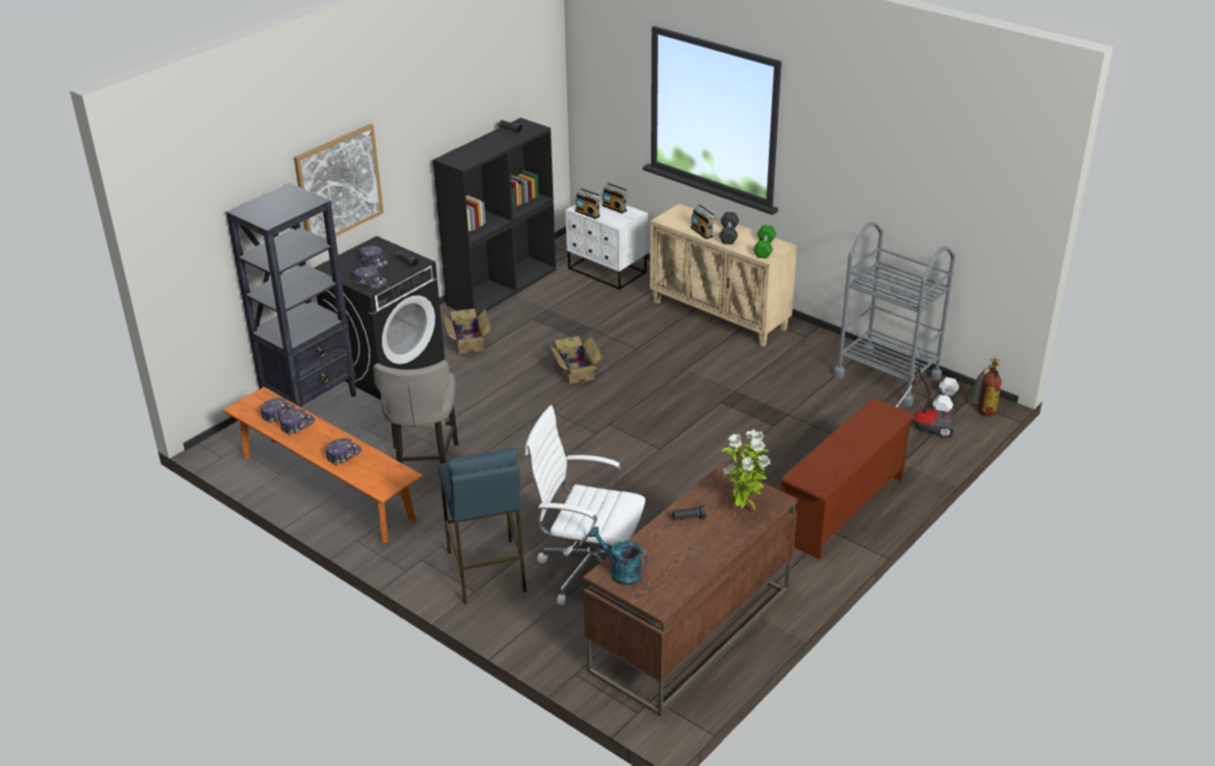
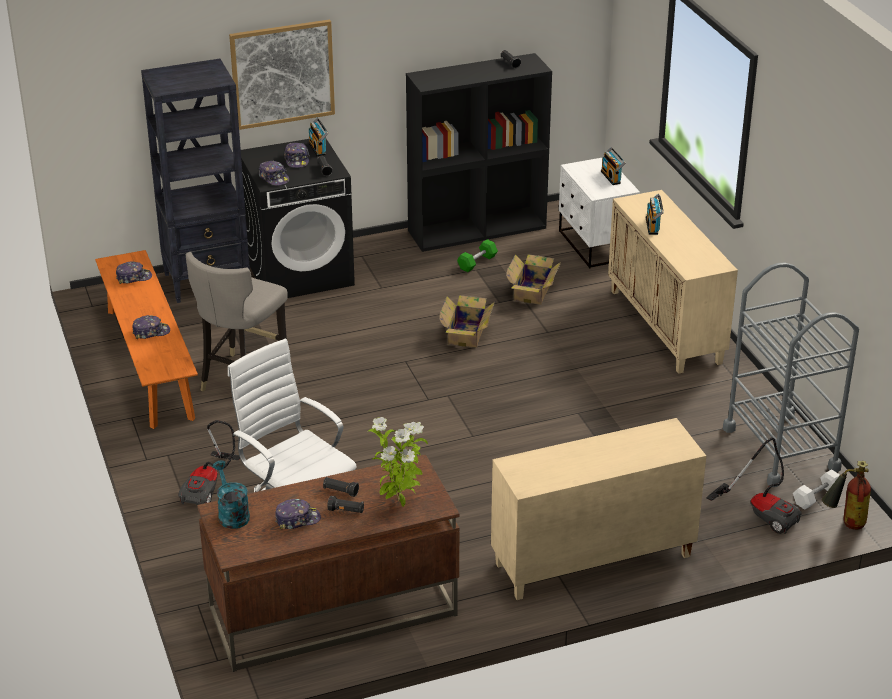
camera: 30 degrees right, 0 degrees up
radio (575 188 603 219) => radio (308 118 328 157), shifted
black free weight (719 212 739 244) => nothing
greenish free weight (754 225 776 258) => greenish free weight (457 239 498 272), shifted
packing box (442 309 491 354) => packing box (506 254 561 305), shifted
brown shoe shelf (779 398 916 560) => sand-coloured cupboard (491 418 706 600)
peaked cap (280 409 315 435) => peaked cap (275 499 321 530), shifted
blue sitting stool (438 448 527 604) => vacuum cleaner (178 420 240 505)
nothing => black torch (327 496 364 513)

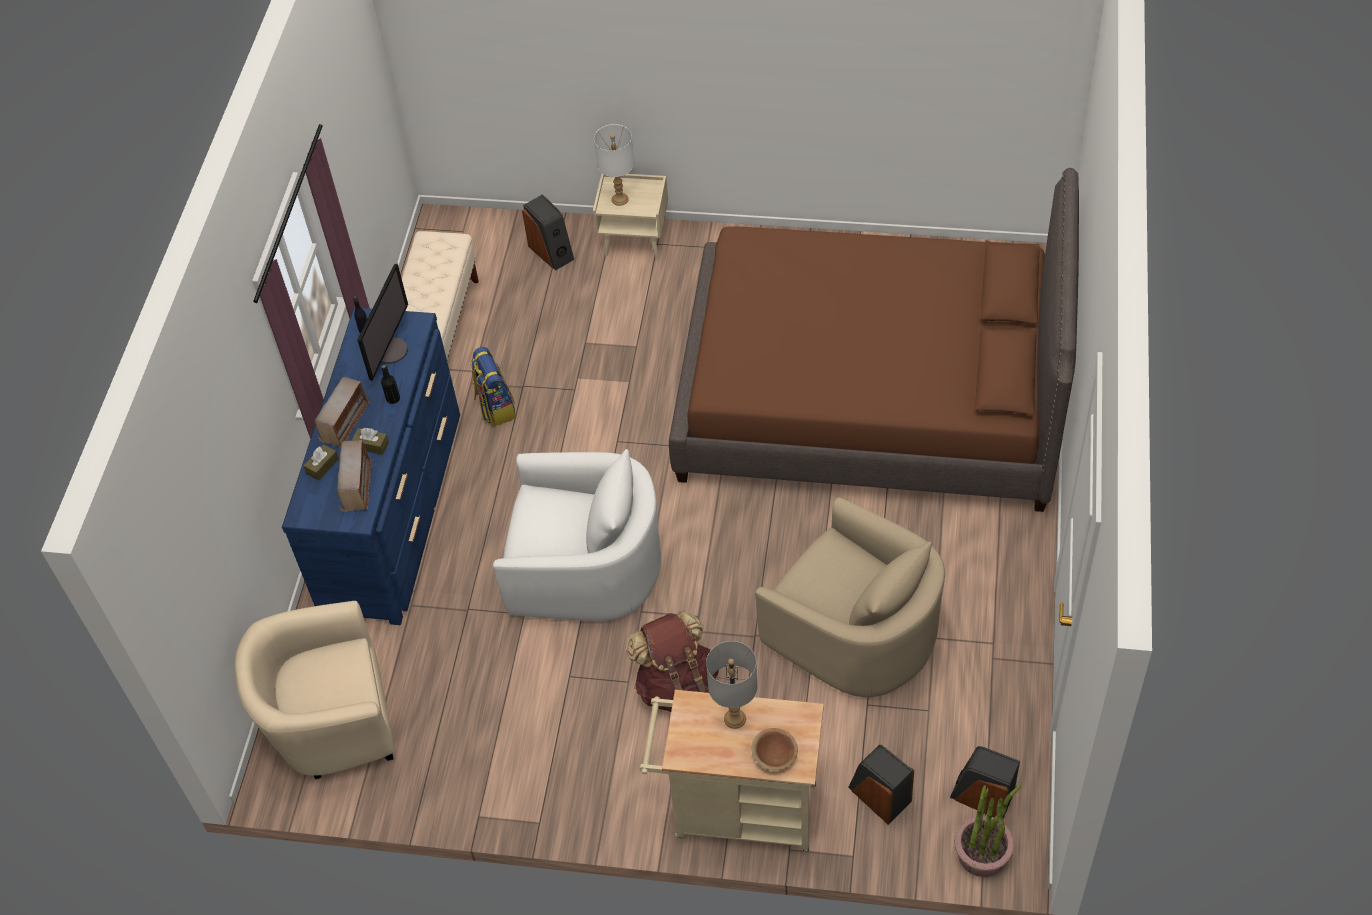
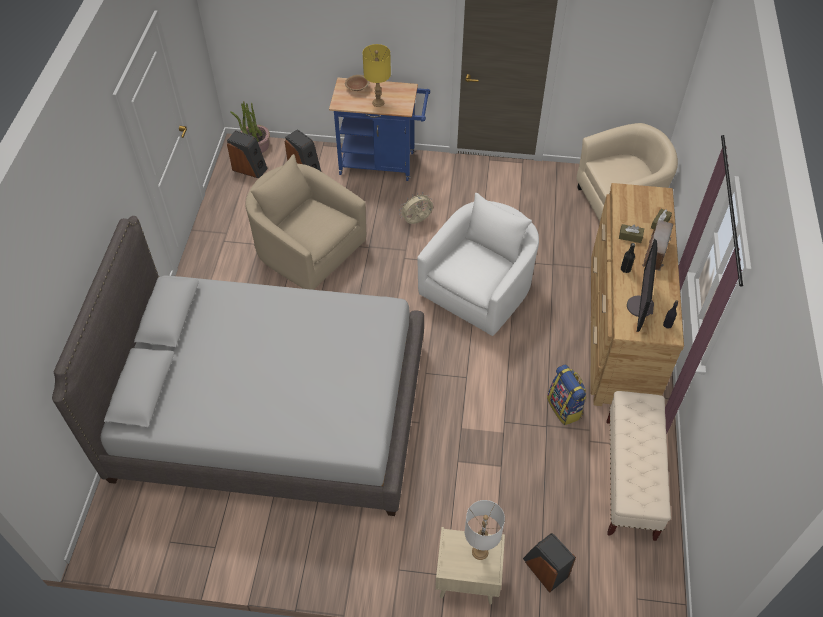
camera: 175 degrees right, 0 degrees up
brown bedroom bed (669 168 1079 512) => greyish bedroom bed (52 216 424 516)
blue chest of drawers (282 307 460 625) => brown chest of drawers (590 183 684 406)
radio (337 439 373 512) => nothing
whitish lounge chair (493 449 661 621) => whitish lounge chair (417 193 539 336), 120 degrees clockwise
brown knapsack (626 610 719 712) => sand-coloured electric fan (399 192 433 224)
greyish lamp for a table (706 641 757 729) => yellow lamp for a table (363 44 391 107)
sand-coloured cart (639 690 824 853) => blue cart (329 78 430 181)

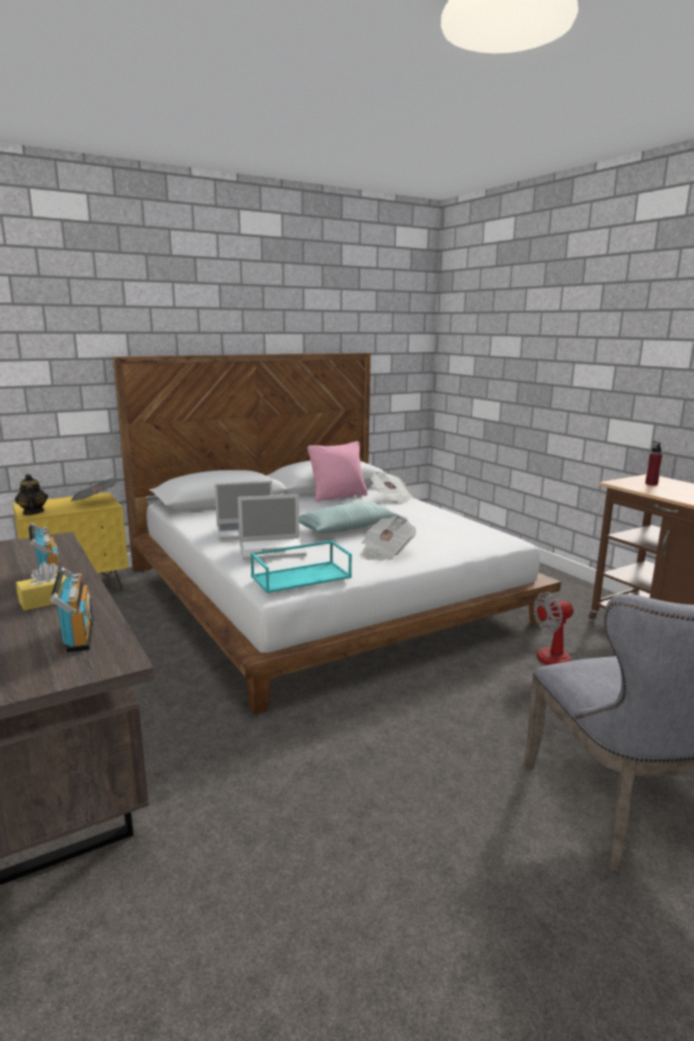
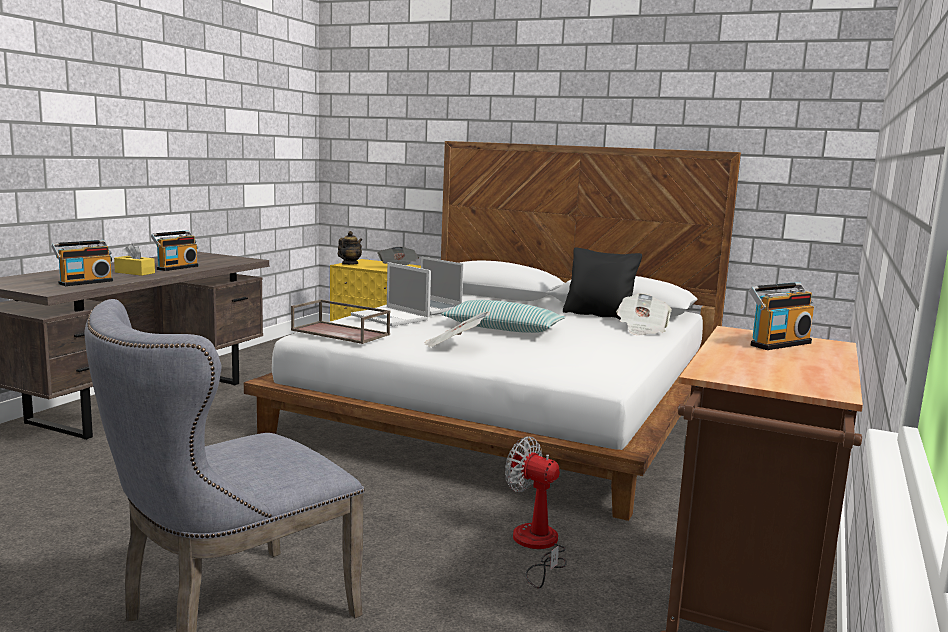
camera: 55 degrees right, 5 degrees down
pink throw pillow (307 441 368 502) => black throw pillow (563 247 642 319)
red-coloured bottle (645 441 662 485) => radio (749 282 814 350)
turquoise-coloured serving tray (250 540 352 593) => brown serving tray (291 299 390 344)

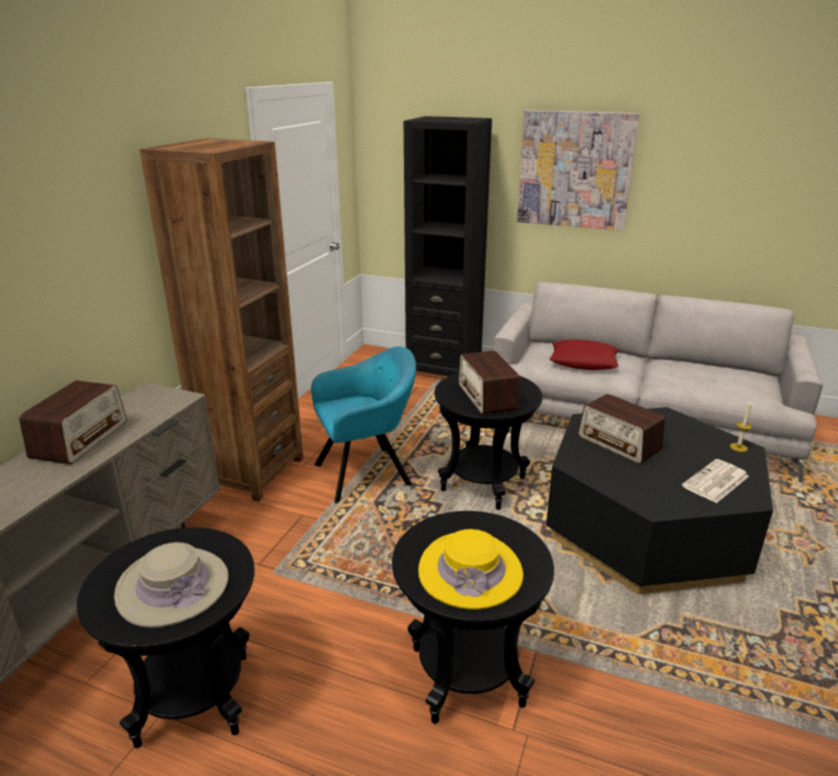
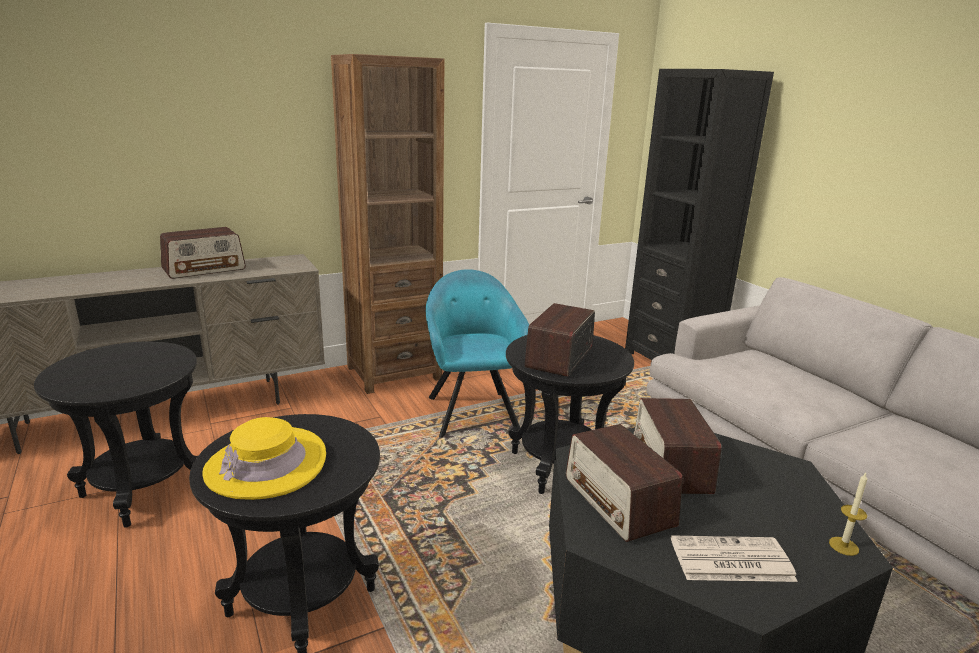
camera: 40 degrees right, 5 degrees down
picture (517 110 640 231) => nothing
red-coloured throw pillow (550 339 619 370) => nothing
turquoise-coloured lounge chair (311 346 416 504) => turquoise-coloured lounge chair (426 269 529 438), 120 degrees counterclockwise
sand-coloured wearable hat (114 542 229 628) => nothing
nothing => radio (566 424 683 542)

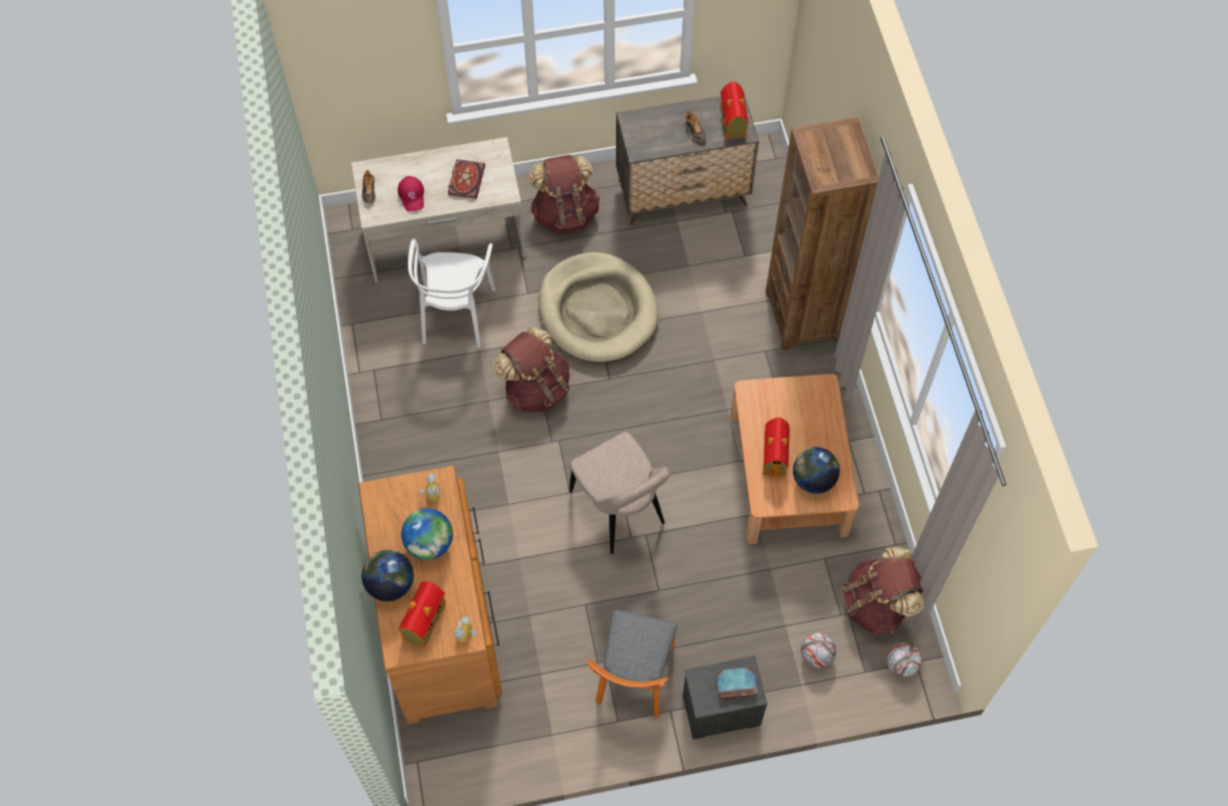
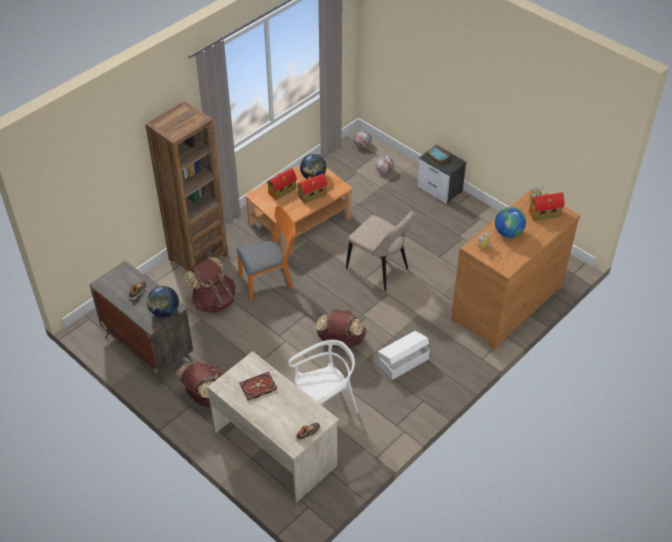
camera: 125 degrees left, 15 degrees down
toy house (721 81 749 139) => toy house (267 168 297 200), shifted
red-coloured peaked cap (398 176 424 212) => nothing
sand-coloured dog bed (539 252 658 362) => nothing
sand-coloured plain chair (569 432 670 554) => sand-coloured plain chair (346 211 415 291), 105 degrees clockwise
brown knapsack (843 547 924 635) => brown knapsack (184 256 235 313), shifted
desk globe (362 549 414 601) => desk globe (147 286 179 318), shifted
orangey plain chair (587 610 677 718) => orangey plain chair (236 205 296 301), shifted
nothing => whitish storage container (378 331 430 380)

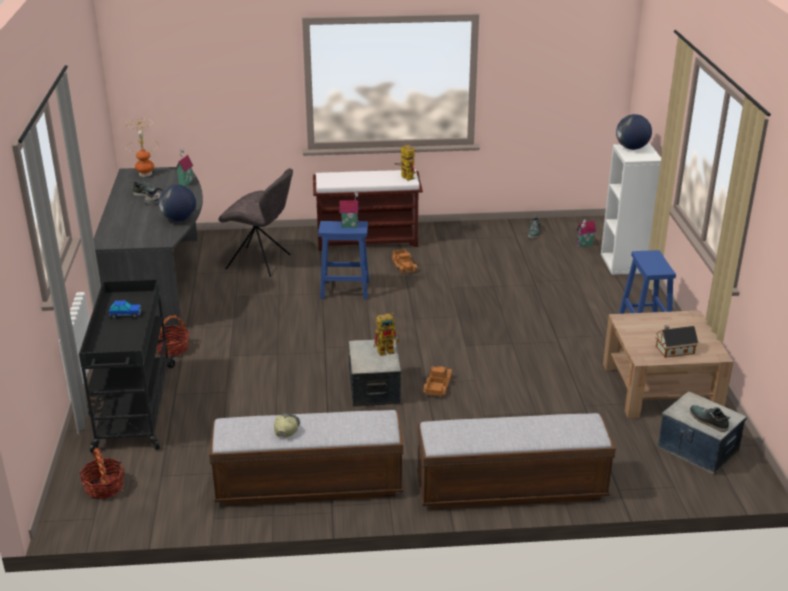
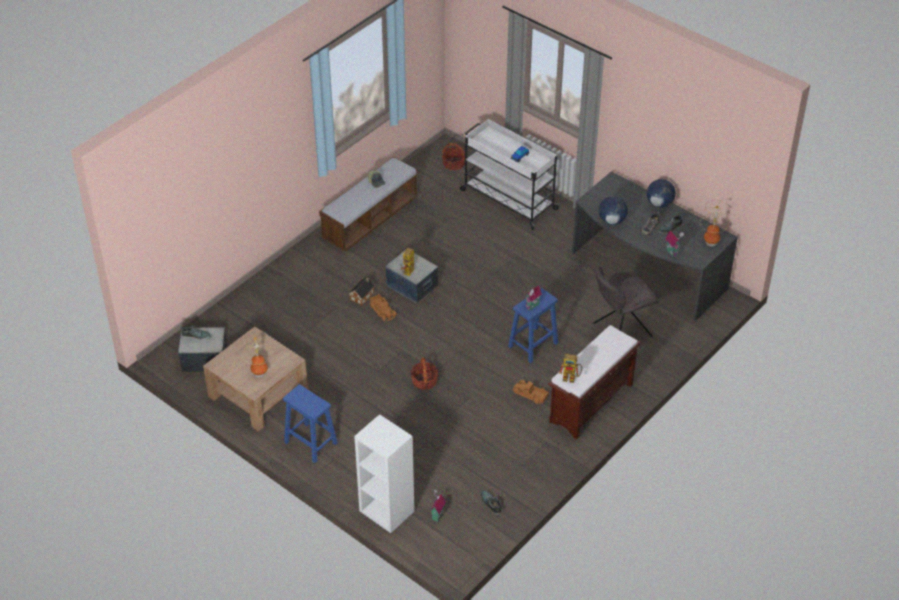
camera: 135 degrees right, 15 degrees up
desk globe (616 114 652 150) => desk globe (647 179 676 208), shifted
black cart (79 279 176 453) => whitish cart (460 119 560 230)
storage basket (157 315 189 356) => storage basket (410 357 439 390), shifted
toy house (655 325 698 358) => toy house (349 277 375 305), shifted
bench (417 413 616 510) => nothing
nothing => lamp for a table (242 330 272 377)

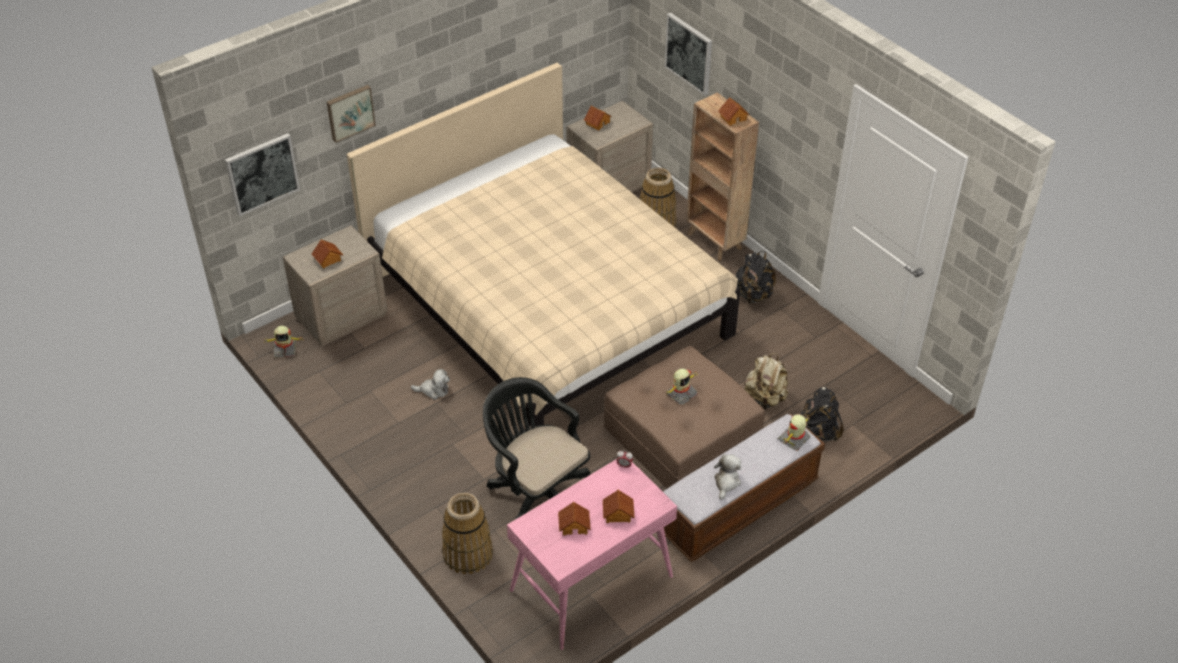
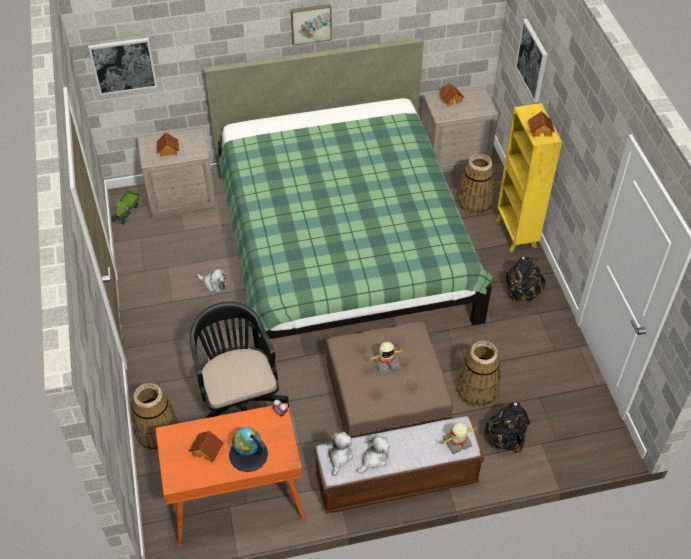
camera: 25 degrees right, 5 degrees up
sand-coloured bedroom bed (347 63 740 426) => greenish bedroom bed (204 37 493 358)
picture (327 85 376 143) => picture (291 4 332 46), shifted
brown bookcase (686 93 759 261) => yellow bookcase (496 103 562 252)
toy robot (265 326 304 357) => toy lorry (111 190 140 224)
sand-coloured knapsack (744 353 788 410) => storage basket (457 341 501 408)
pink desk unit (507 459 677 650) => orangey desk unit (156 403 305 546)
toy house (603 490 635 523) => desk globe (229 427 268 472)
nothing => cuddly toy (327 432 353 476)

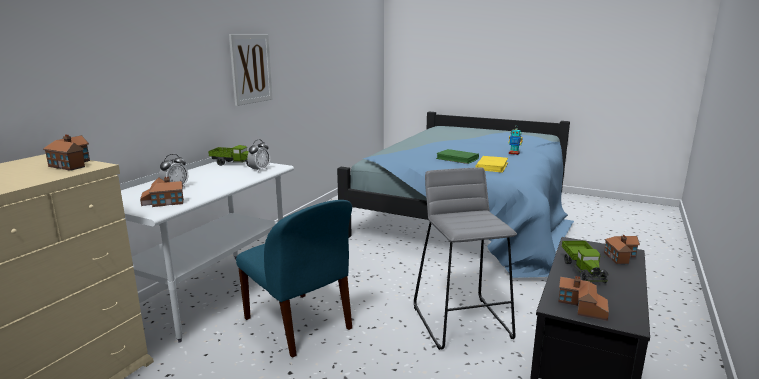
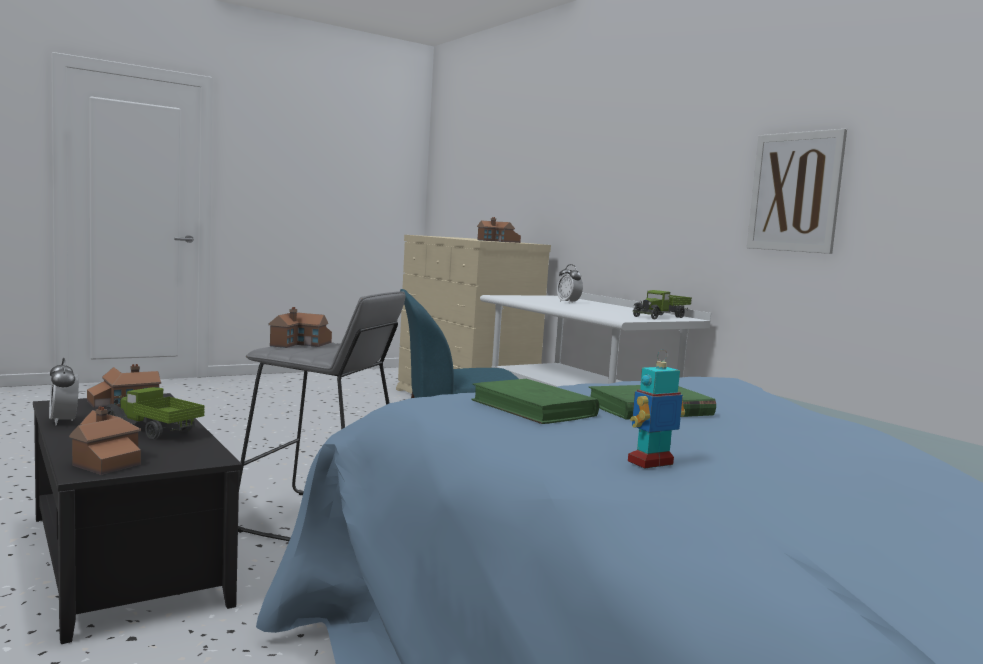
camera: 120 degrees right, 10 degrees down
table clock (247 139 270 173) => table clock (49 358 79 426), shifted
yellow volume (475 156 508 173) => greenish volume (472 379 599 424)
toy house (140 177 184 207) => toy house (268 307 332 348), shifted

